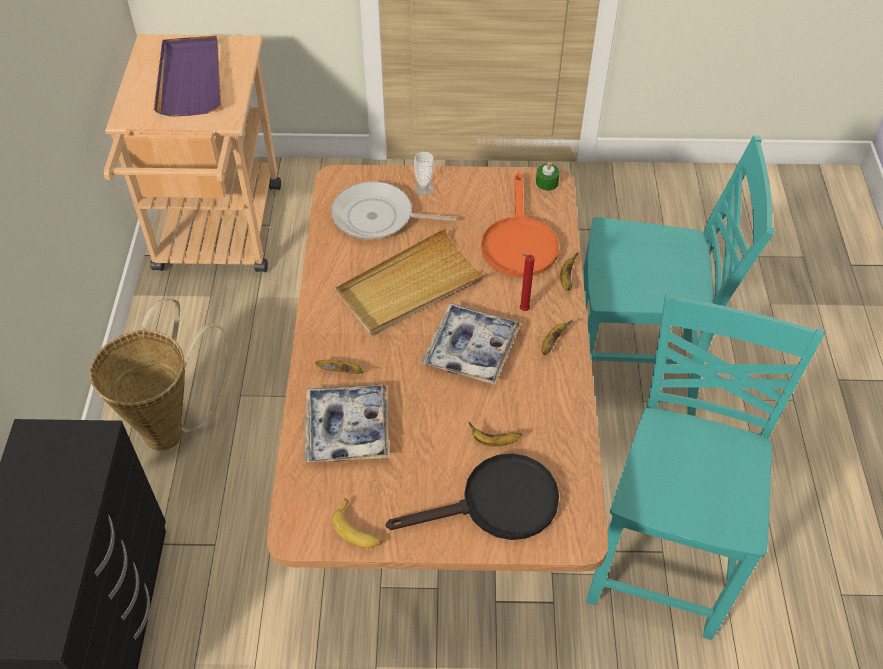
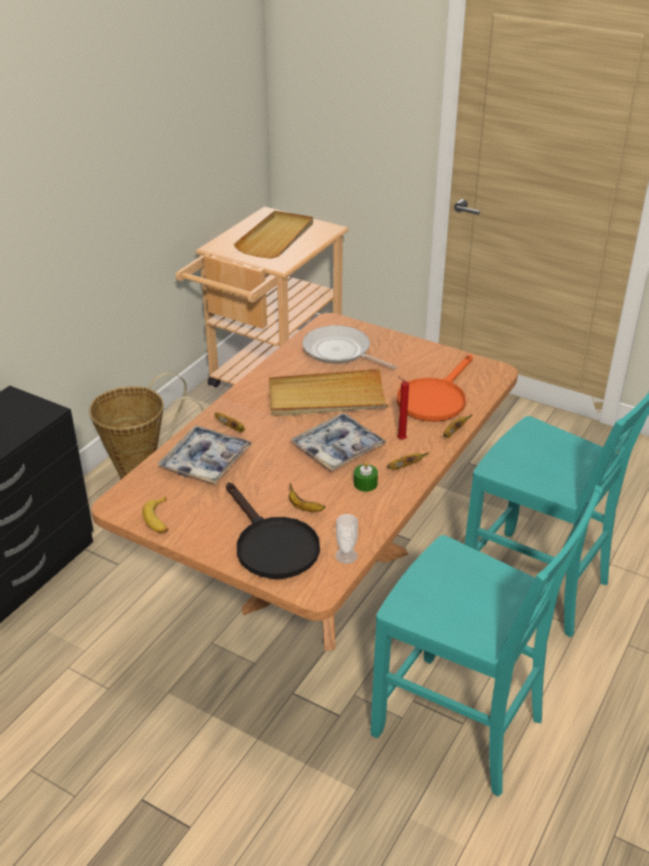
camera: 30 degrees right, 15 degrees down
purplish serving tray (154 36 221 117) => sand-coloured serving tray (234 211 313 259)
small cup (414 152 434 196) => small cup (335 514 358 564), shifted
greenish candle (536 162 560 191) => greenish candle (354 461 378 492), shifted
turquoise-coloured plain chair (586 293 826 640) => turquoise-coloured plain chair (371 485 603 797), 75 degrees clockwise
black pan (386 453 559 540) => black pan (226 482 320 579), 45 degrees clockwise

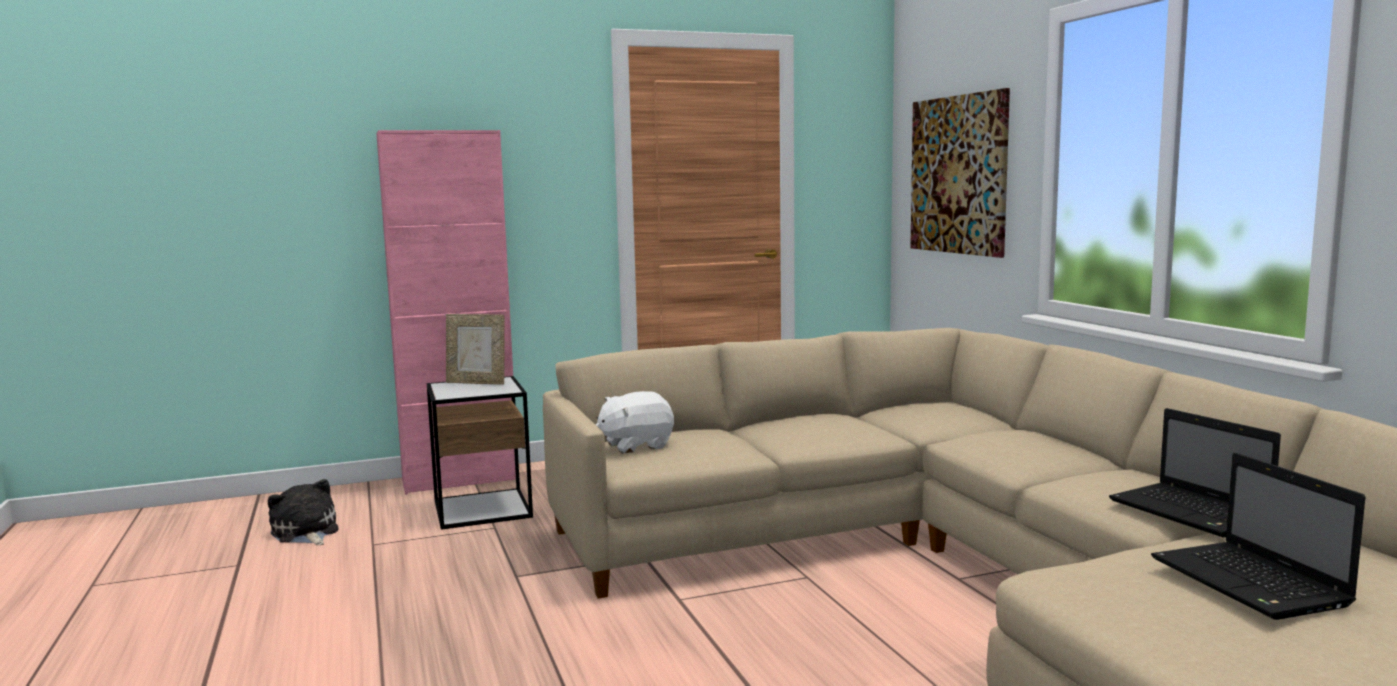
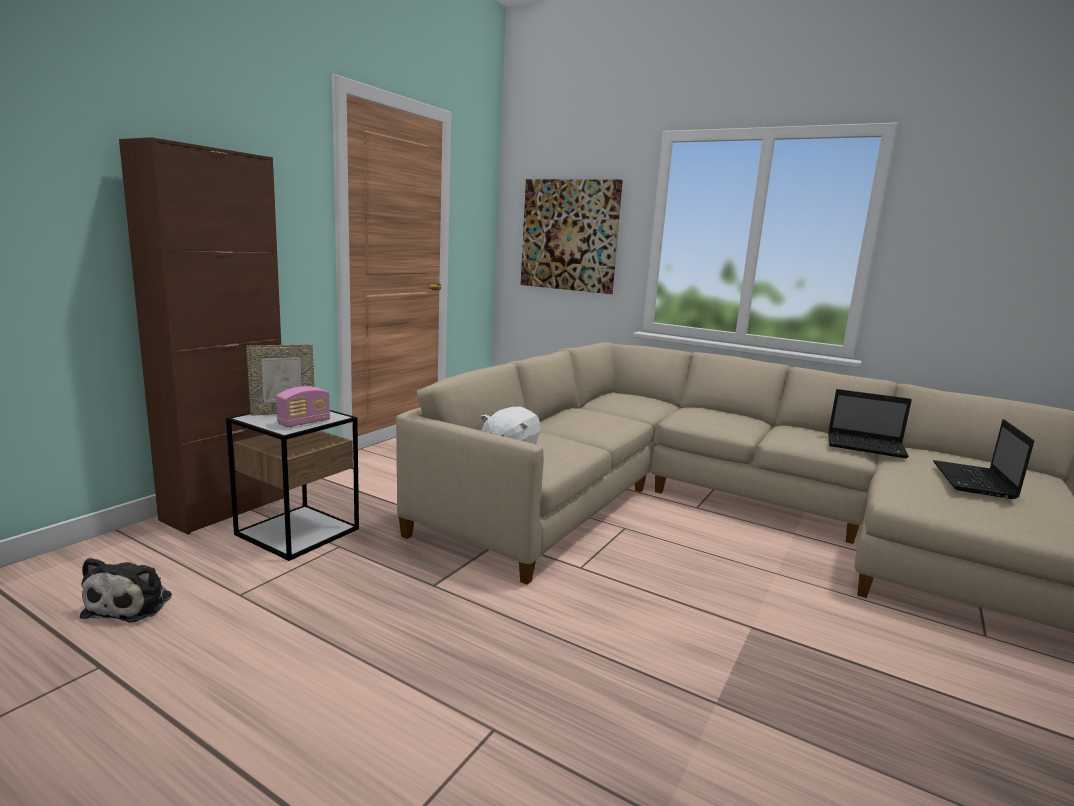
camera: 40 degrees left, 5 degrees up
pink cupboard (376 130 516 495) => brown cupboard (119 137 284 535)
notebook computer (1151 453 1365 620) => notebook computer (933 419 1034 499), 75 degrees clockwise
cuddly toy (268 479 339 545) => cuddly toy (80 558 172 623), 105 degrees counterclockwise
nothing => radio (276 386 330 428)

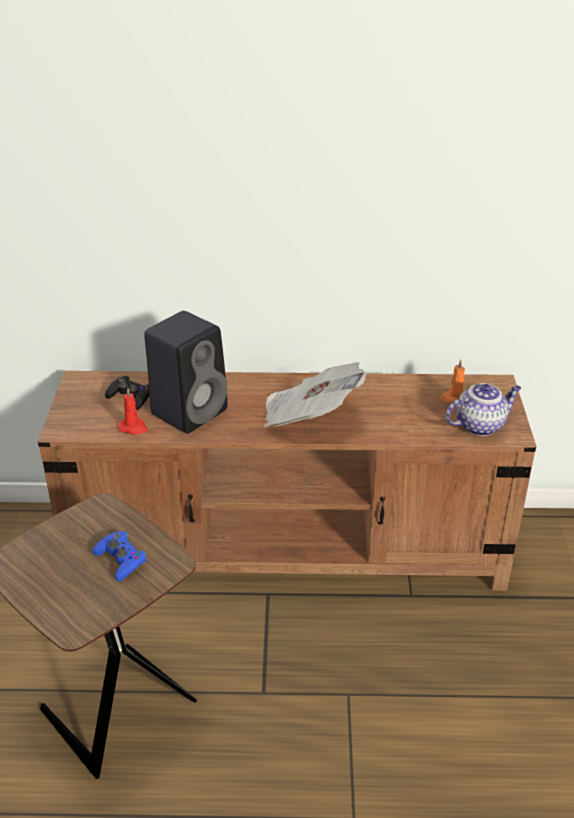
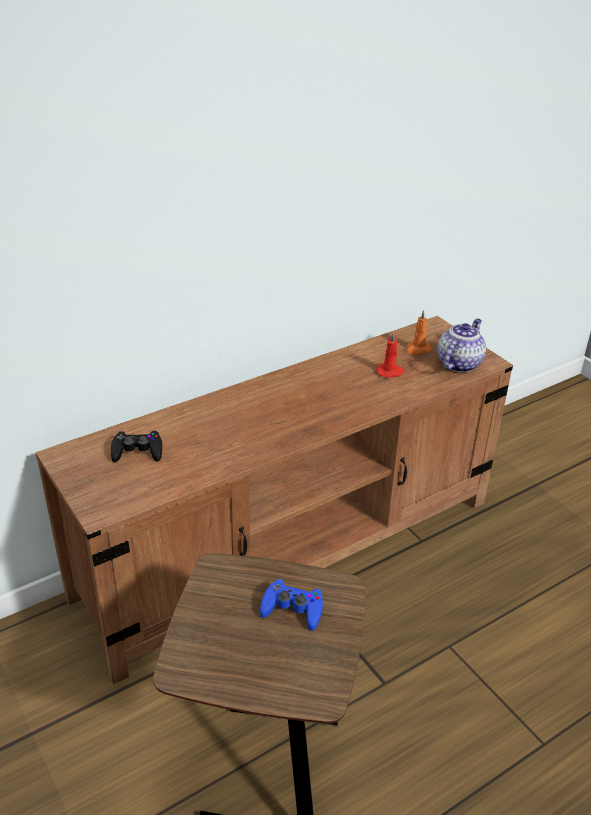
camera: 35 degrees left, 0 degrees up
black audio speaker (144 311 228 434) => nothing
daily paper (264 362 366 427) => nothing
red-coloured candle (118 387 148 435) => red-coloured candle (376 332 404 378), shifted

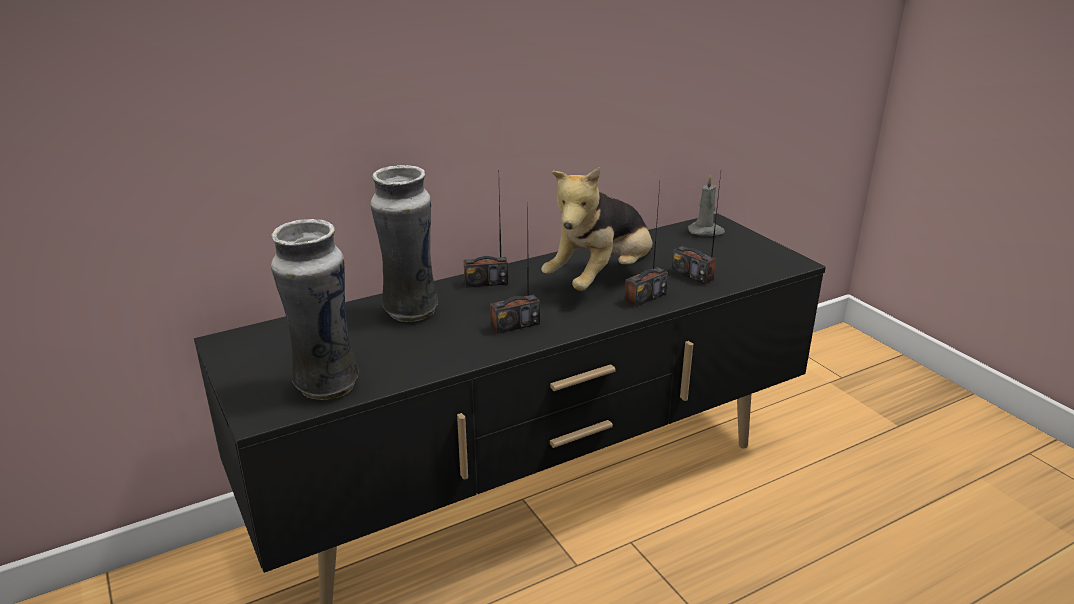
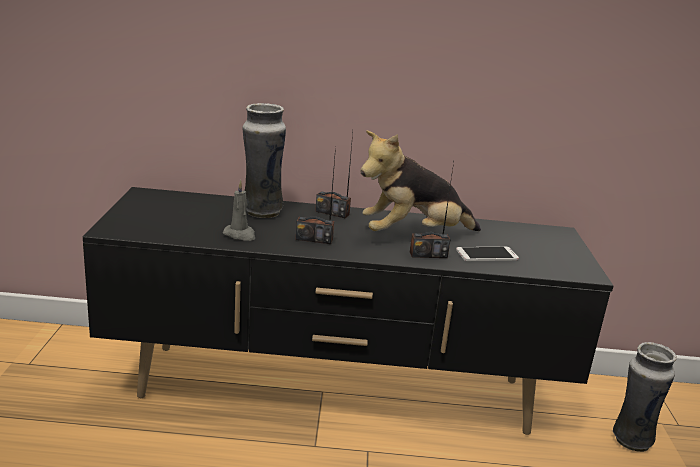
camera: 30 degrees right, 5 degrees down
radio (671 174 721 284) => handset (456 247 519 261)
greyish candle (688 174 725 236) => greyish candle (223 180 255 241), shifted
decorative vase (271 219 358 400) => decorative vase (613 342 677 452), shifted

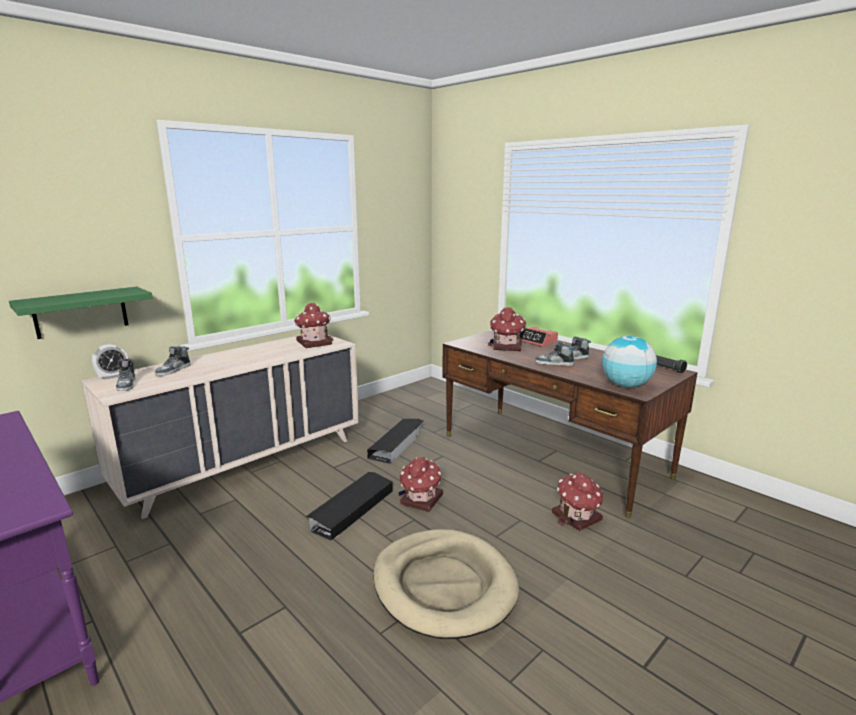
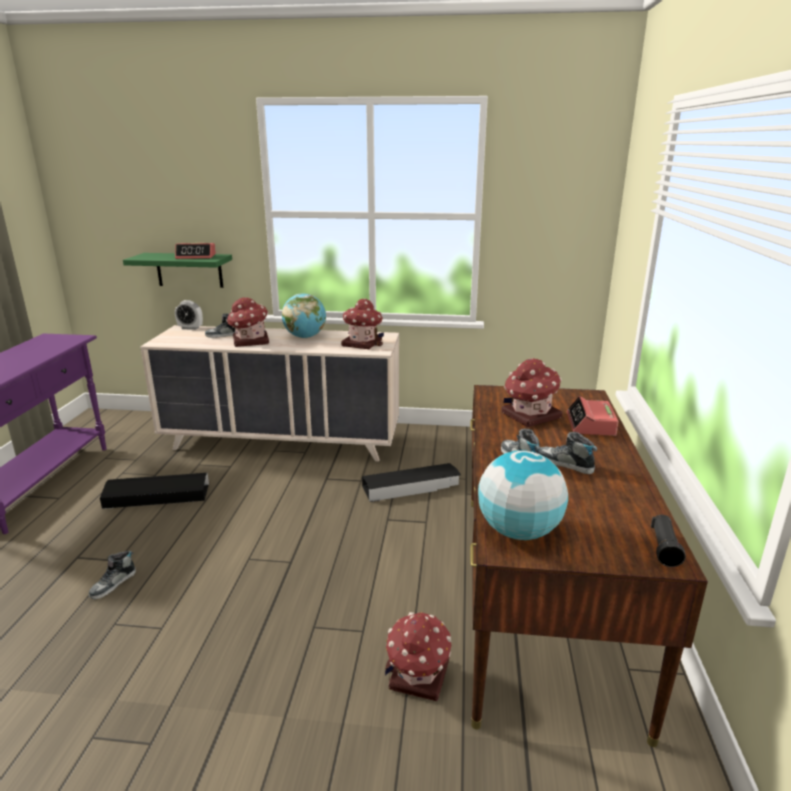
camera: 50 degrees right, 5 degrees up
item of footwear (116 359 135 391) => item of footwear (89 551 136 599), shifted
toy house (399 457 443 512) => toy house (226 297 269 347), shifted
black storage container (306 472 393 541) => black storage container (100 473 209 509), shifted
sand-coloured dog bed (373 529 519 639) => nothing
nothing => table clock (175 243 216 259)
nothing => desk globe (282 293 326 338)

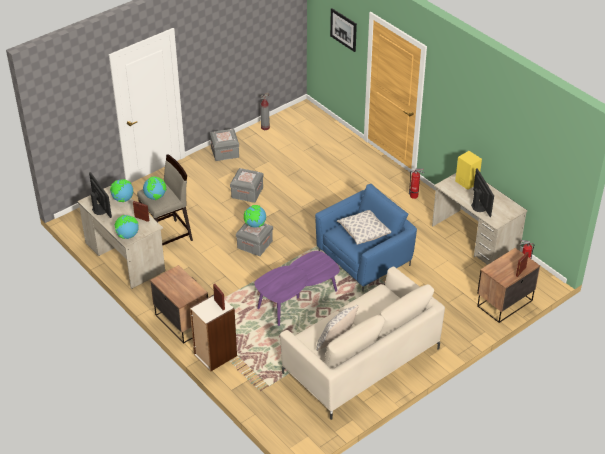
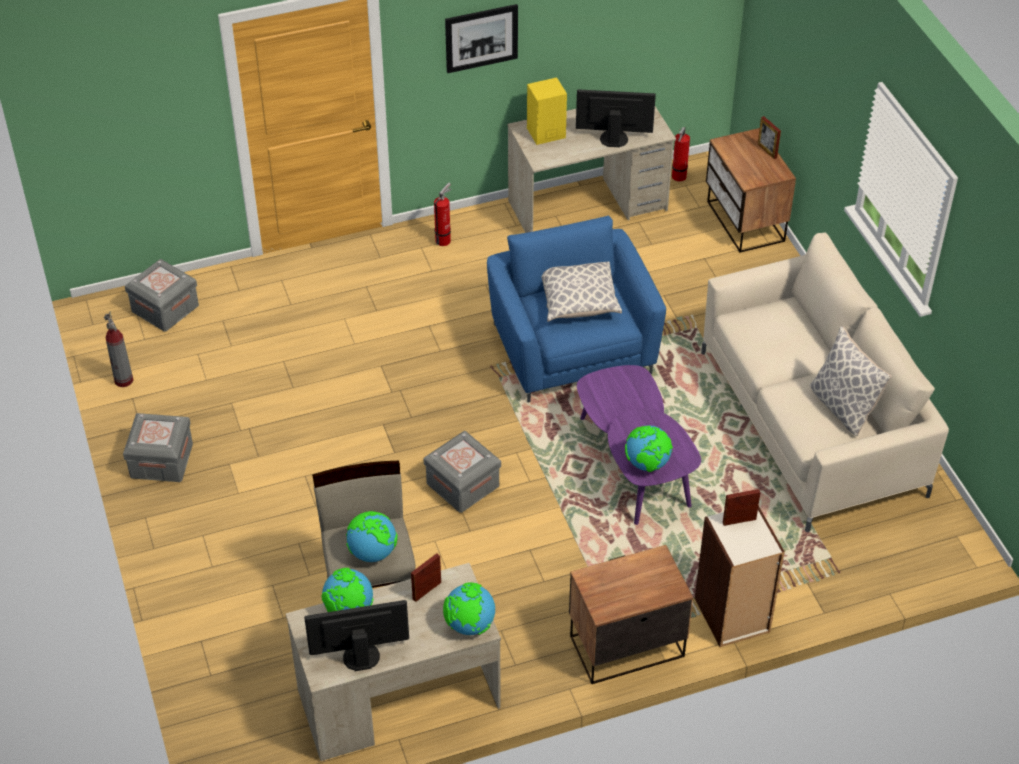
camera: 70 degrees left, 5 degrees up
picture (330 8 357 52) => picture (445 4 518 73), shifted
greyish storage container (230 168 264 203) => greyish storage container (125 259 199 332), shifted
desk globe (244 205 266 228) => desk globe (625 425 673 472), shifted

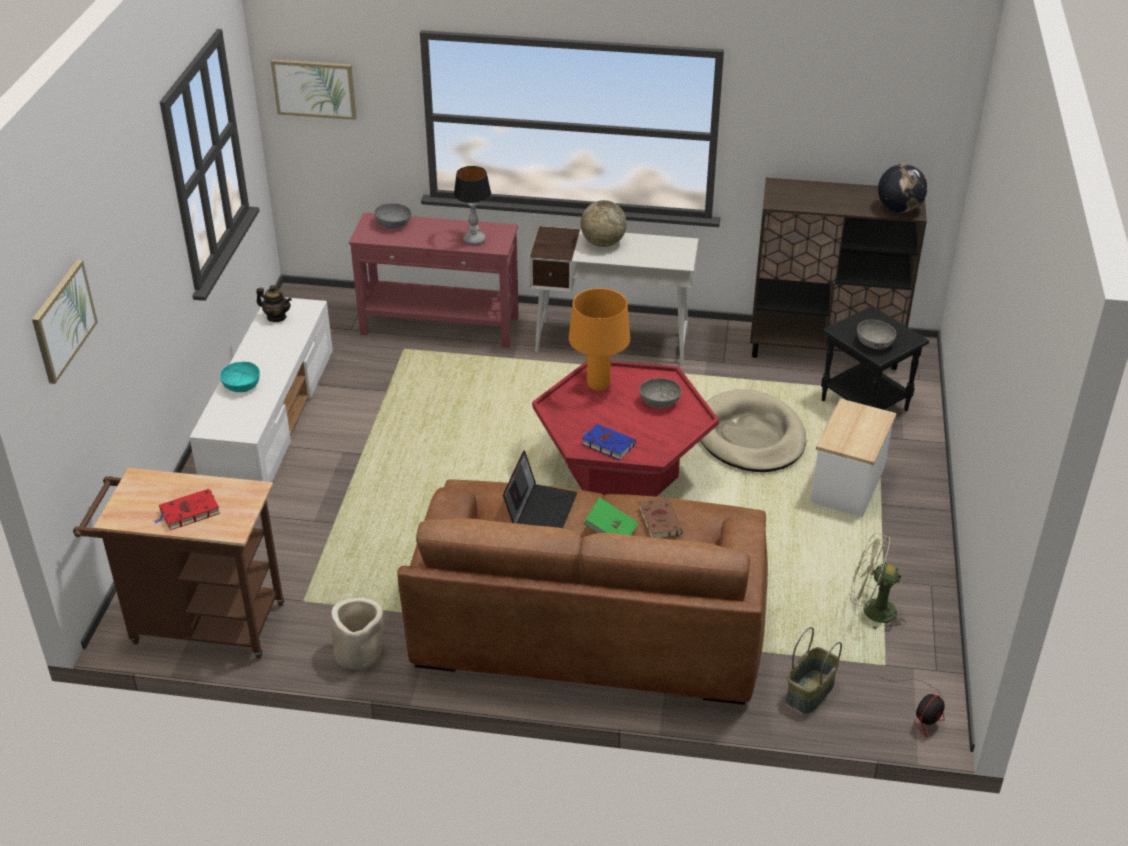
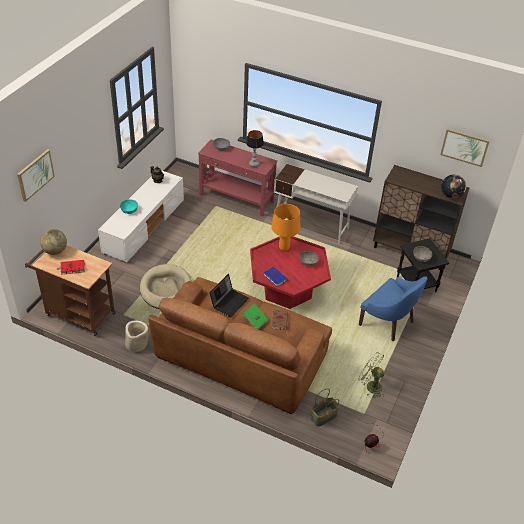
camera: 15 degrees right, 5 degrees up
picture (271 59 357 120) => picture (440 128 490 167), shifted
desk globe (581 200 627 247) => desk globe (40 229 67 255), shifted
sand-coloured dog bed (700 389 806 472) => sand-coloured dog bed (140 264 192 309), shifted
side table (811 398 896 517) => blue lounge chair (359 276 427 341)

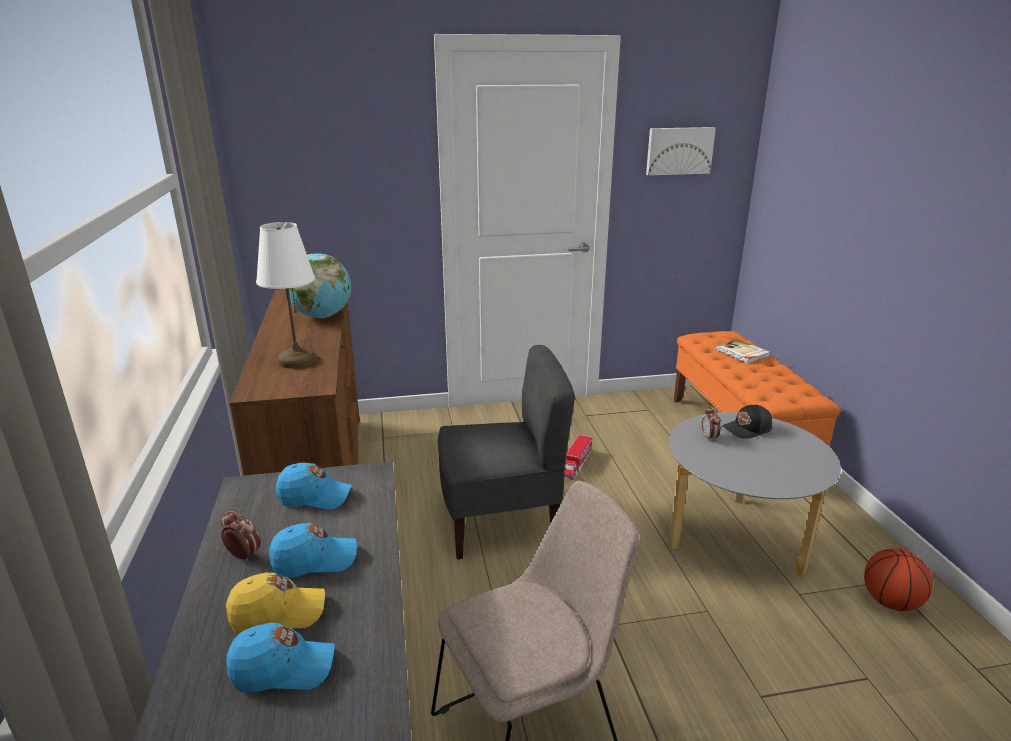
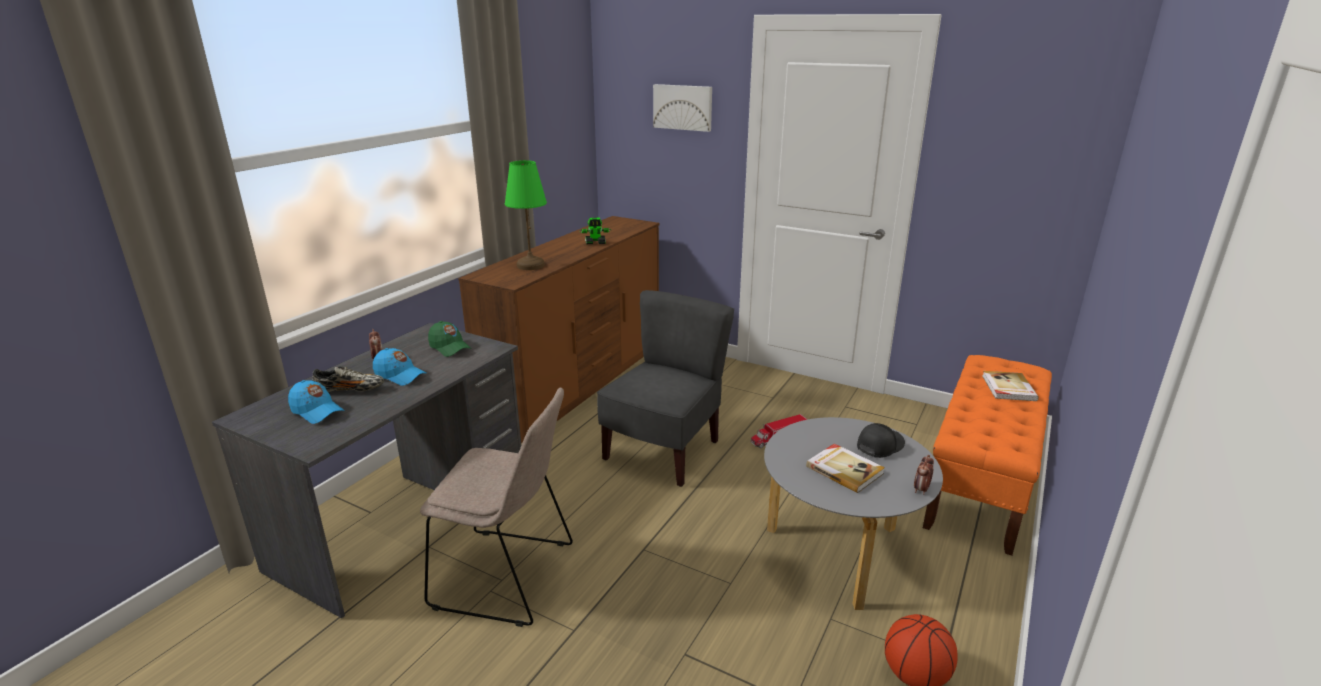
camera: 40 degrees right, 0 degrees up
picture (646 127 716 176) => picture (653 84 712 132), shifted
whitish lamp for a table (256 222 316 368) => greenish lamp for a table (505 160 547 270)
desk globe (289 253 352 318) => toy robot (580 218 611 244)
greyish plain chair (438 345 575 560) => greyish plain chair (597 290 734 487), 90 degrees counterclockwise
black peaked cap (722 405 772 439) => black peaked cap (857 423 905 458), 120 degrees clockwise
table clock (702 406 721 442) => table clock (914 454 934 494), shifted
blue peaked cap (276 463 352 510) => greenish peaked cap (428 321 472 357)
yellow peaked cap (226 573 325 634) => item of footwear (312 366 384 392)
nothing => volume (806 443 885 493)

